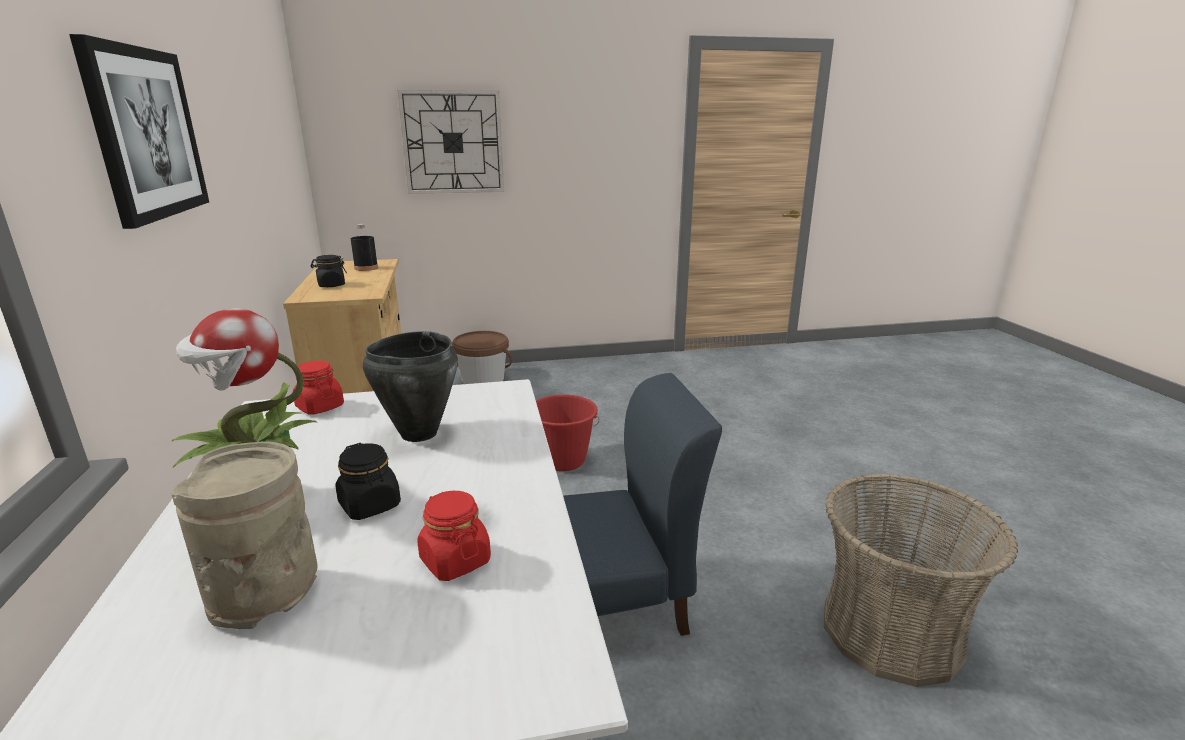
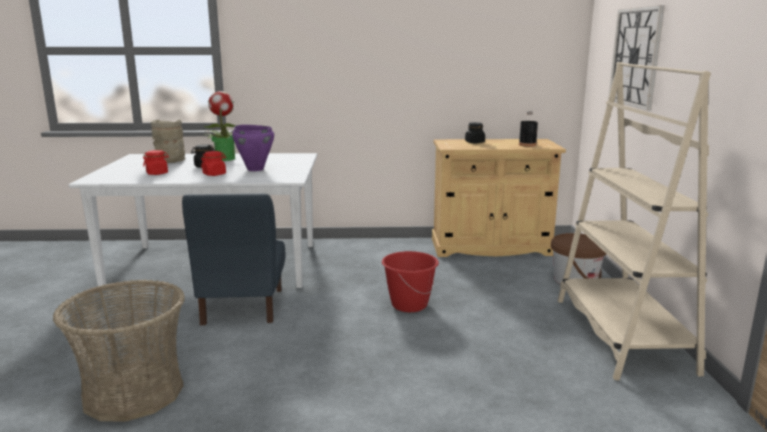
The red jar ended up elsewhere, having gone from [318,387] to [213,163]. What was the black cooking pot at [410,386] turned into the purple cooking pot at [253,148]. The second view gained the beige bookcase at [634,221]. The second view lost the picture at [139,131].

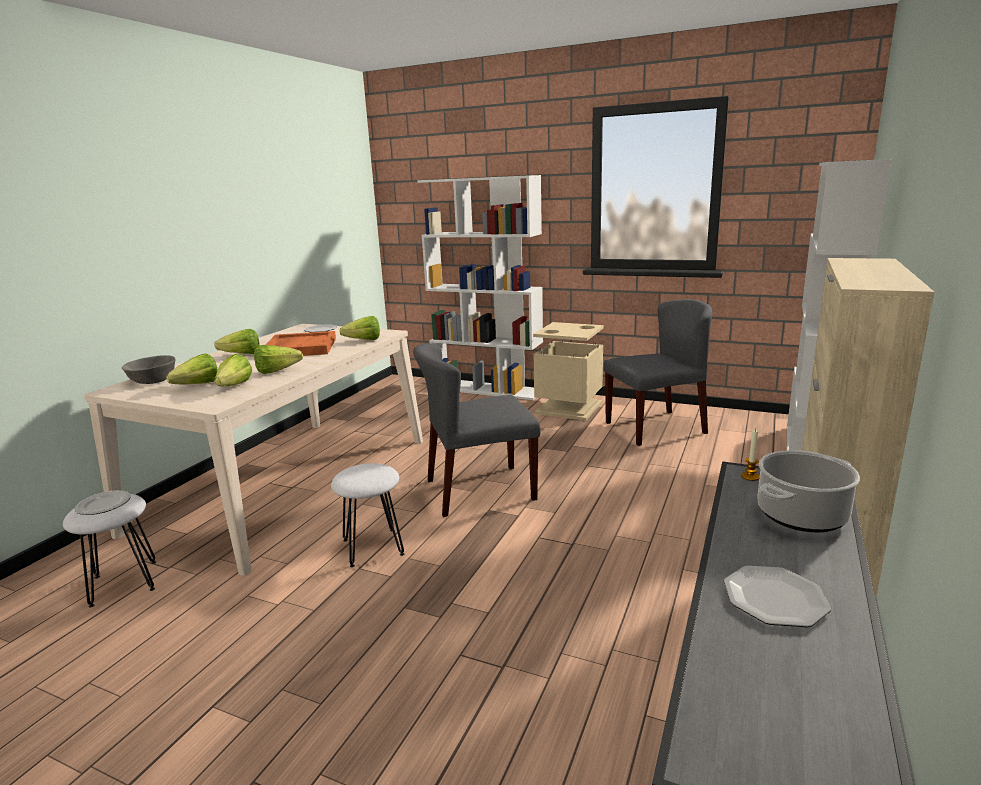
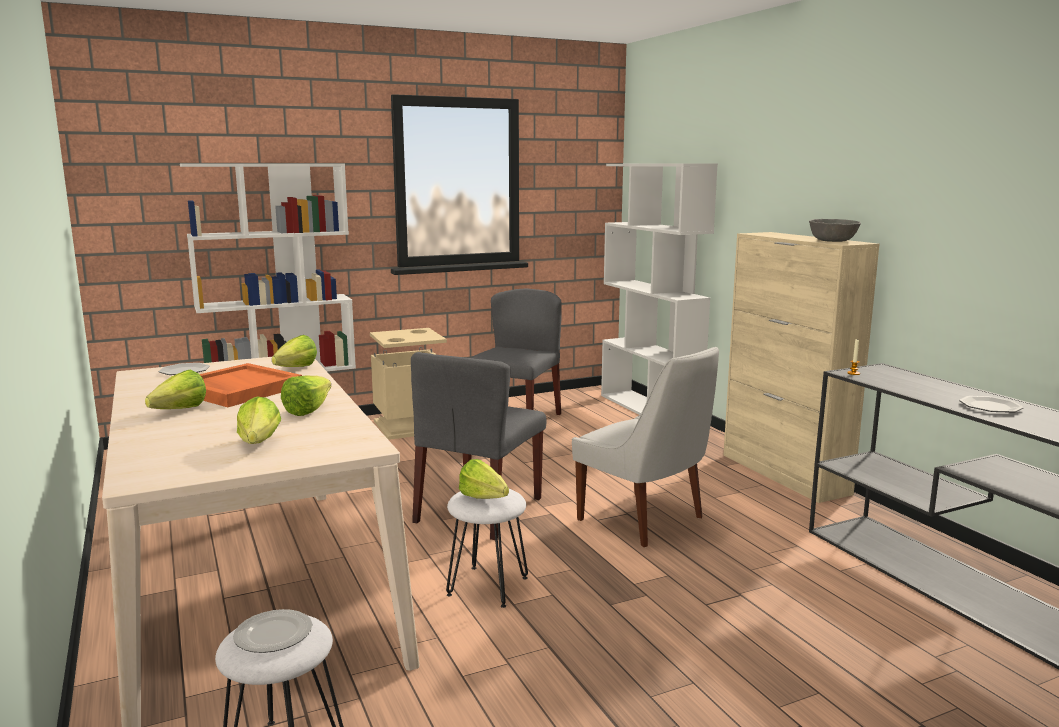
The lettuce ended up elsewhere, having gone from [233,370] to [484,479]. The second view gained the white chair at [645,447]. The grey bowl ended up elsewhere, having gone from [148,369] to [835,230]. The second view lost the cooking pot at [808,491].

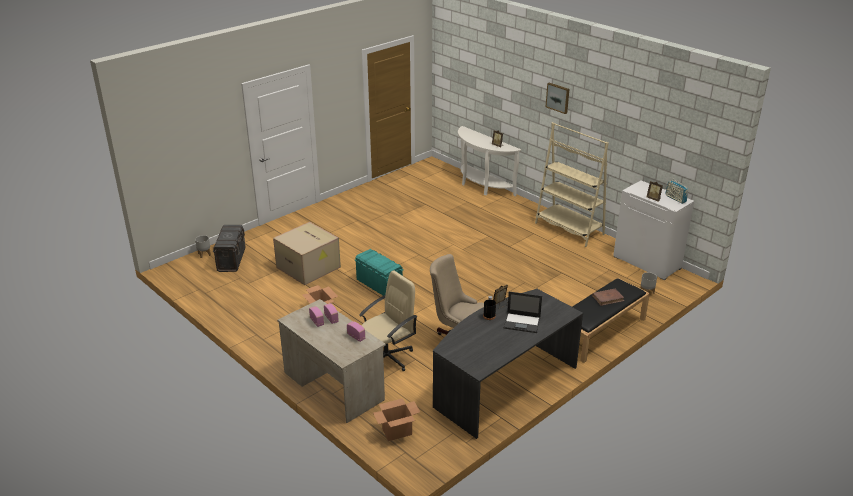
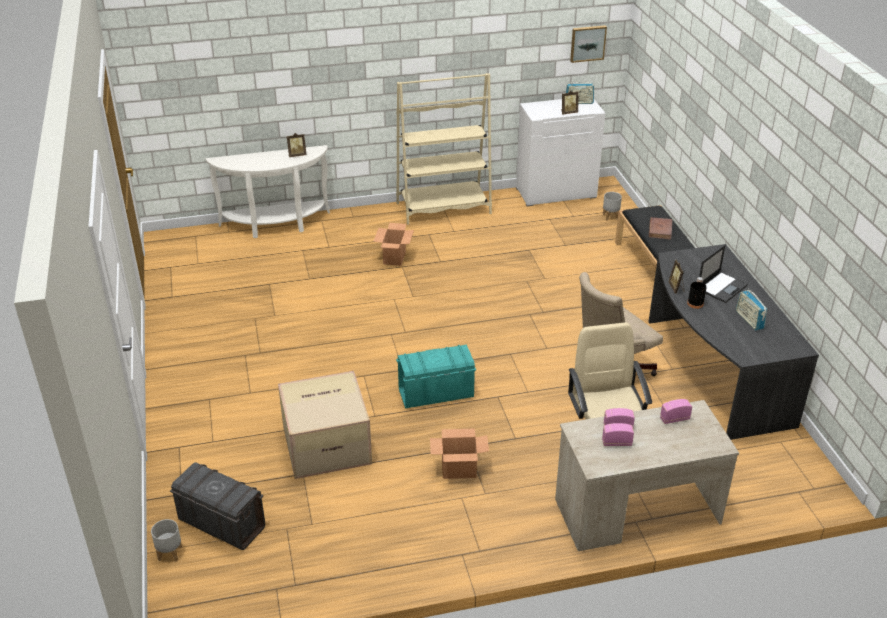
The cardboard box ended up elsewhere, having gone from [396,419] to [393,244]. The picture ended up elsewhere, having gone from [557,98] to [588,44]. The second view gained the radio at [751,309].

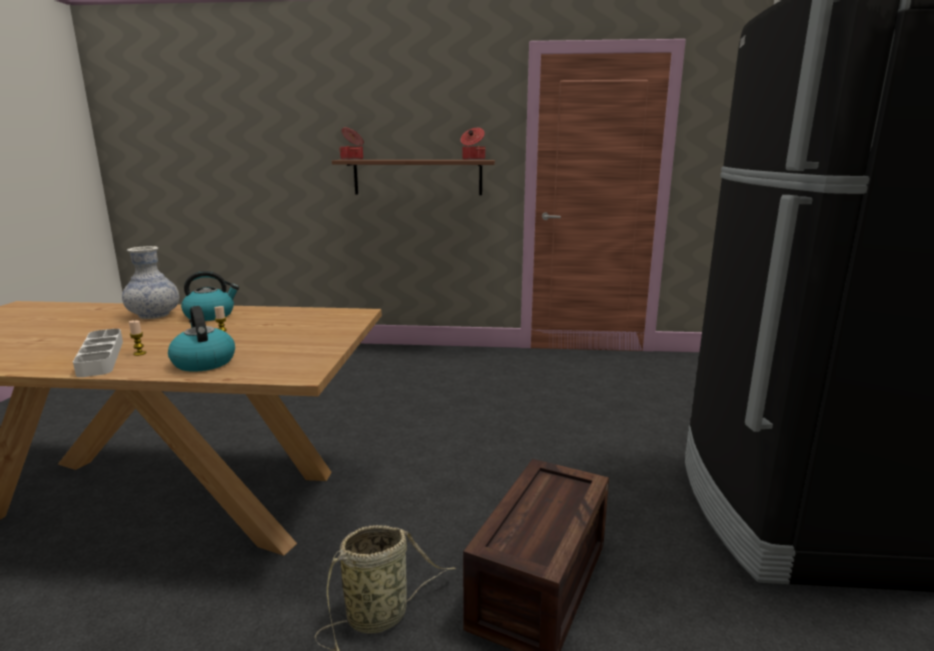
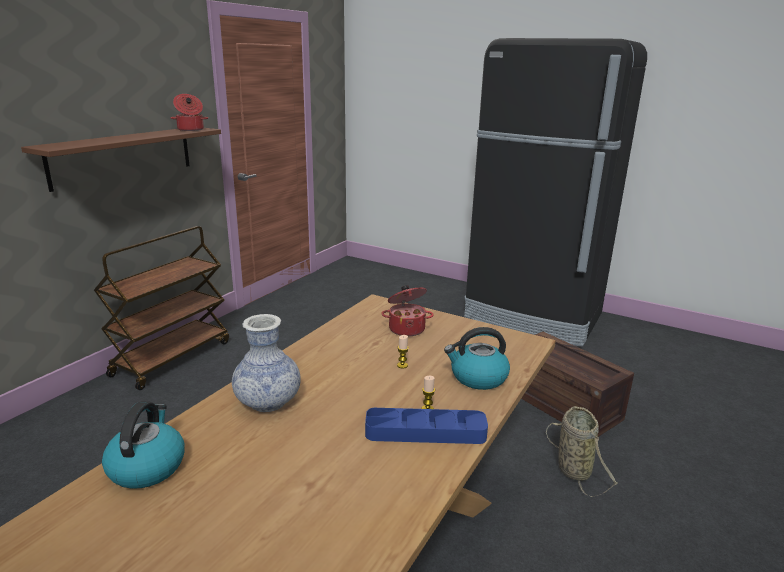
The second view gained the brown cart at [161,308]. The kettle ended up elsewhere, having gone from [210,296] to [143,445]. What was the grey tray at [98,353] turned into the blue tray at [426,426]. The cooking pot ended up elsewhere, having gone from [351,144] to [407,310].

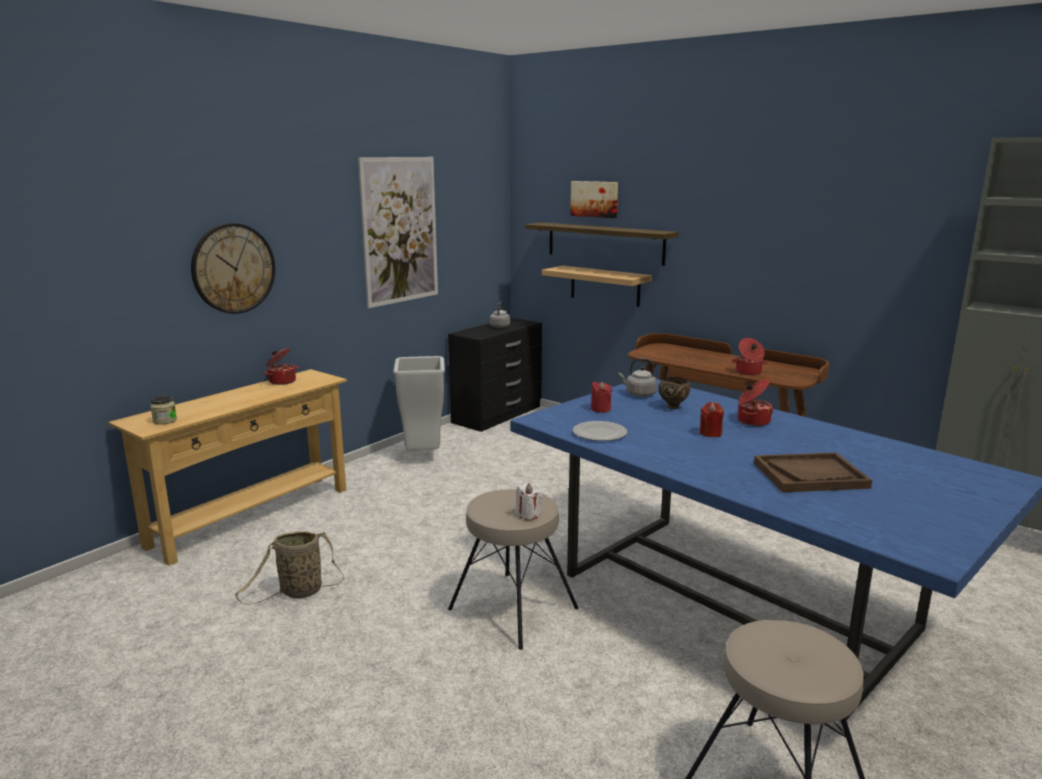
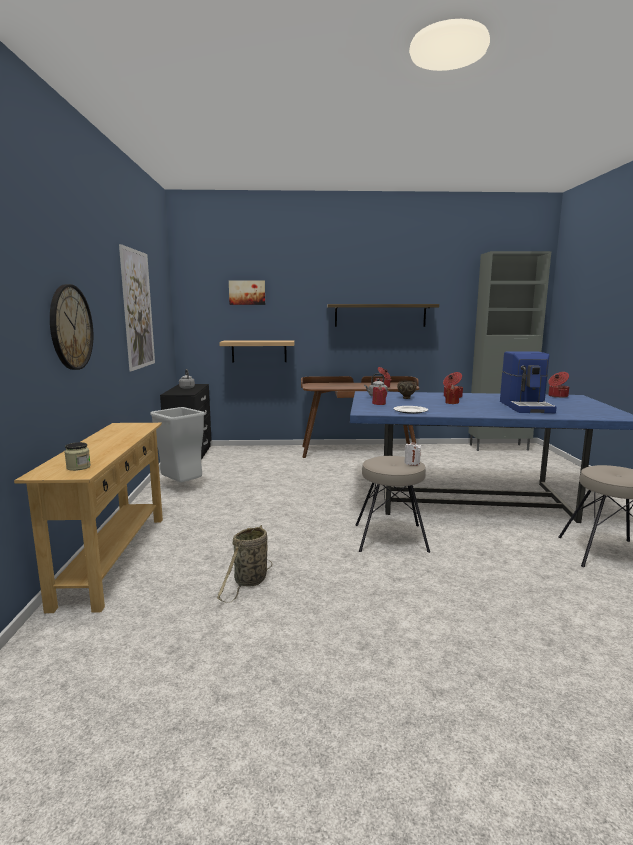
The shelf ended up elsewhere, having gone from [602,244] to [383,315]. Where the brown tray stood at [813,472], the coffee machine came to stand at [528,382]. The cooking pot ended up elsewhere, having gone from [281,366] to [558,385].

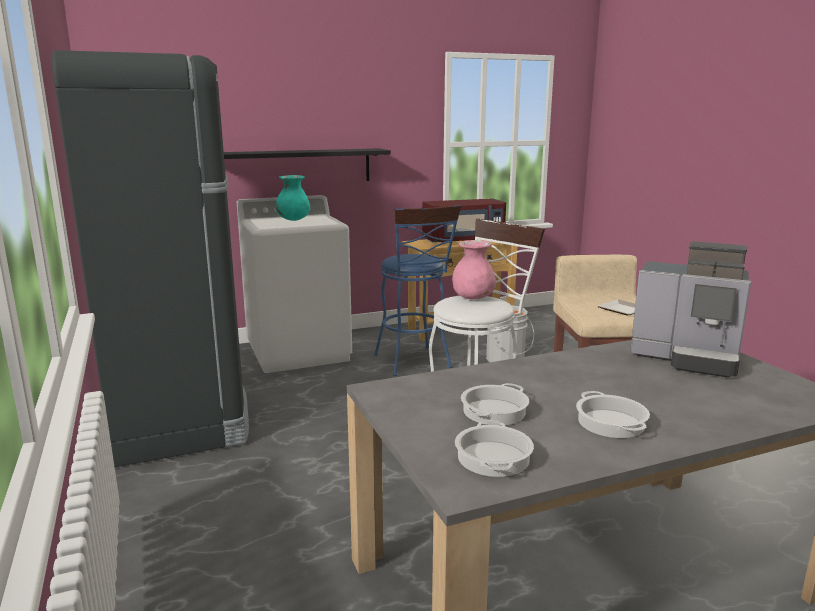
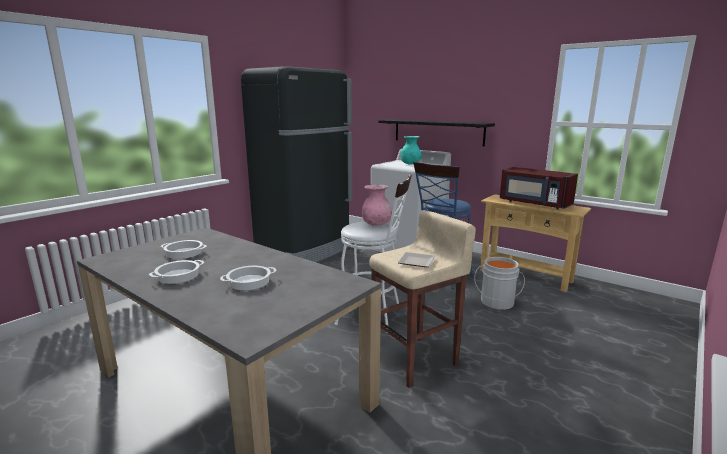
The cooking pot ended up elsewhere, having gone from [494,448] to [248,278]. The second view lost the coffee machine at [690,309].

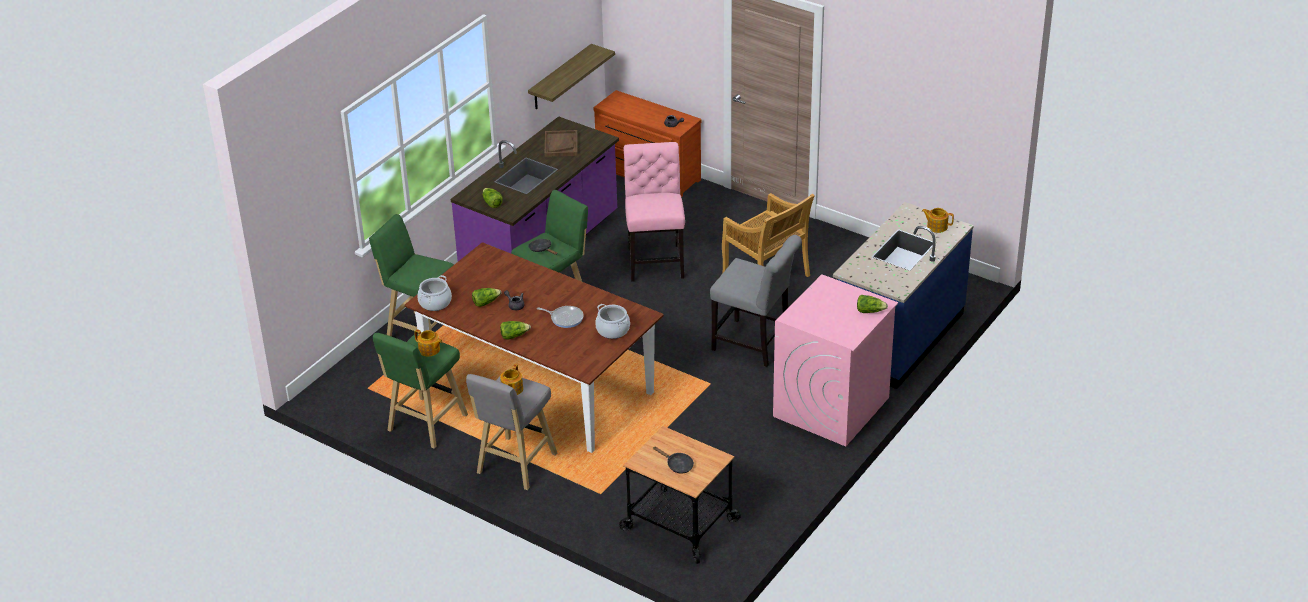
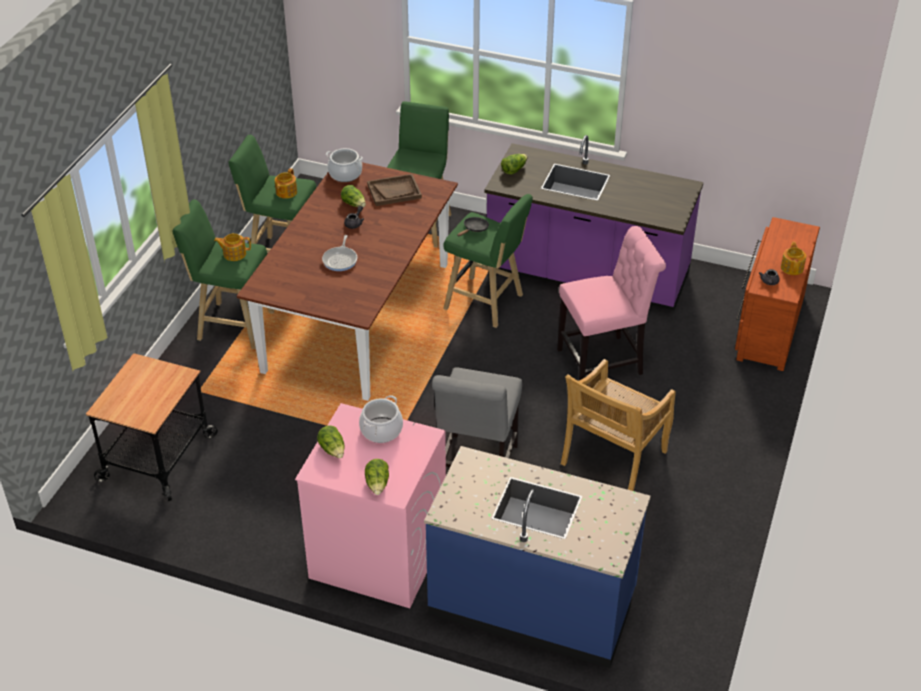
What was the grey stool at [511,432] turned into the green stool at [223,274]. The lettuce ended up elsewhere, having gone from [515,330] to [331,442]. The cooking pot ended up elsewhere, having gone from [612,321] to [381,419]. The brown tray ended up elsewhere, having gone from [561,143] to [394,190]. The teapot ended up elsewhere, having gone from [938,220] to [793,258]. The second view lost the shelf at [571,76]. The second view lost the black frying pan at [673,460].

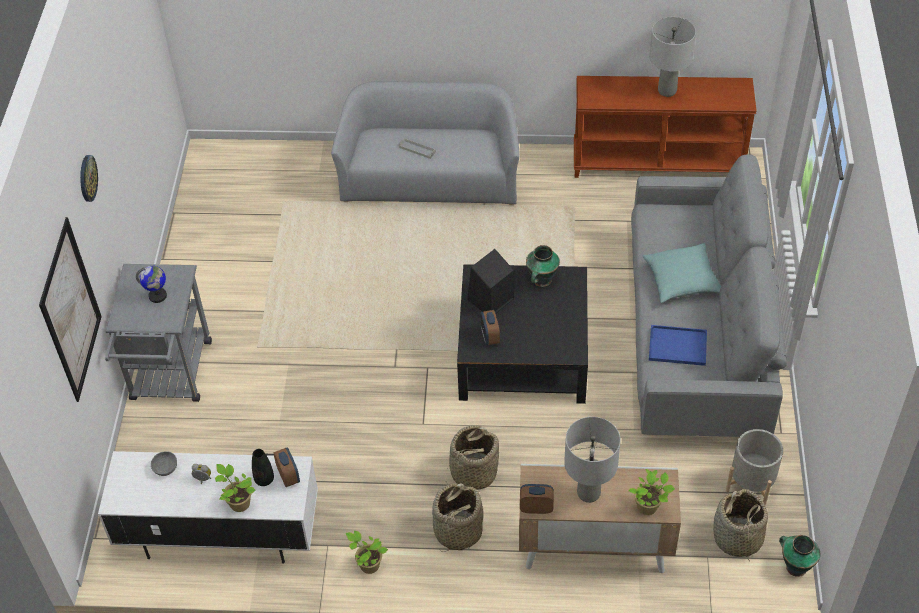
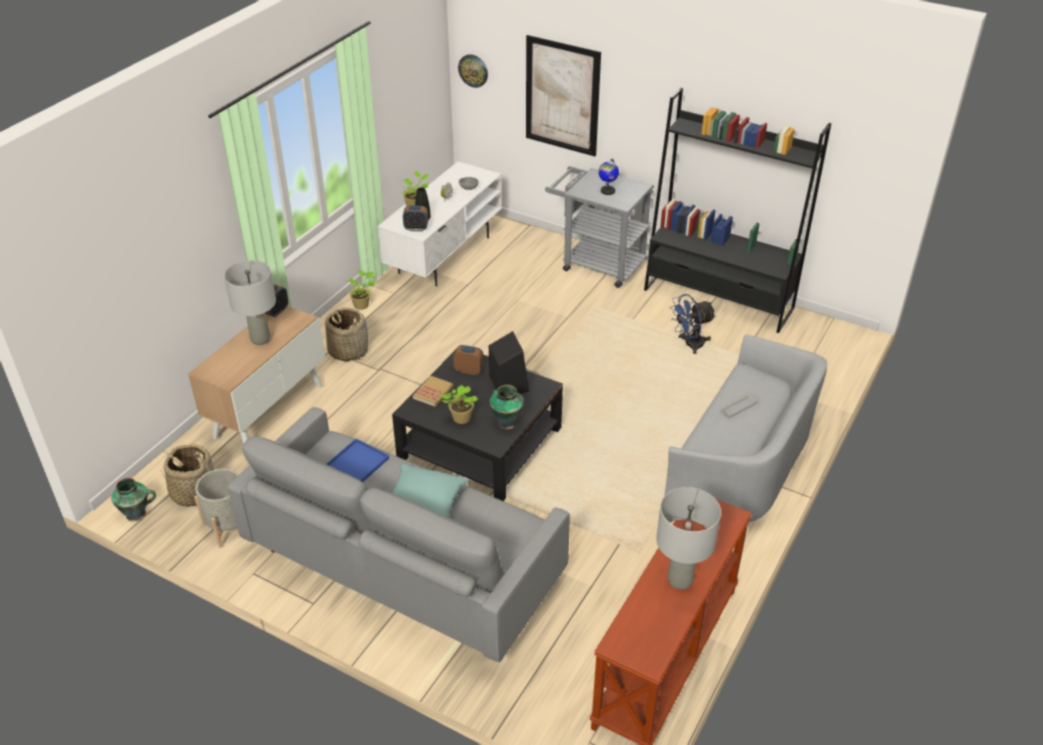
The second view gained the book at [433,391]. The potted plant ended up elsewhere, having gone from [652,492] to [458,404]. The wall clock ended up elsewhere, having gone from [89,178] to [473,71]. The second view gained the black bookcase at [737,210]. The second view gained the blue fan at [693,324]. The second view lost the basket at [473,457].

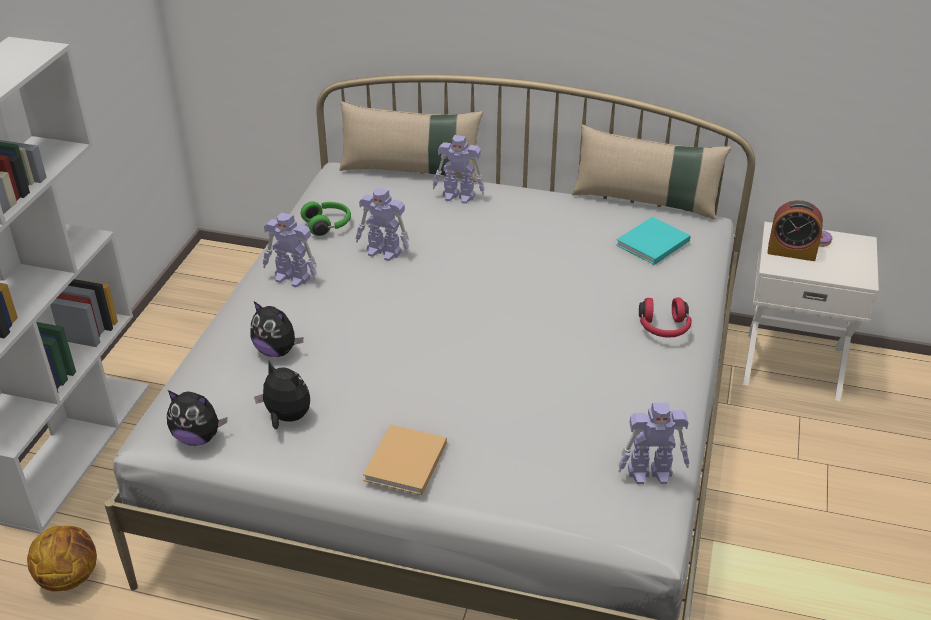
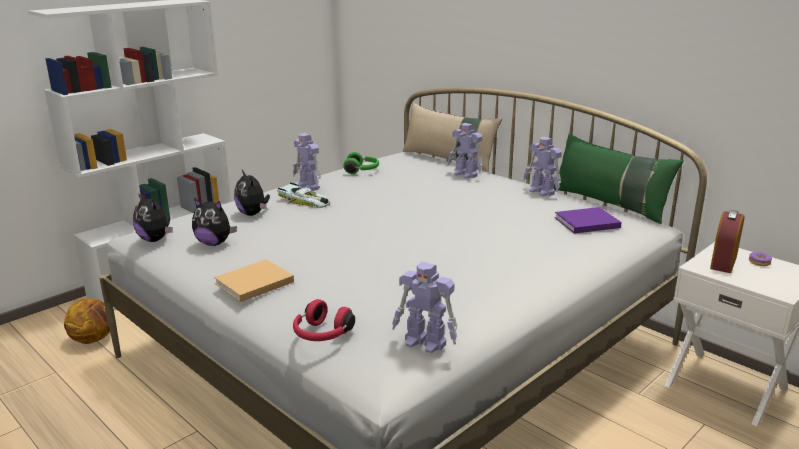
The plush toy at [282,395] ended up facing another way, 135 degrees clockwise from before. The second view gained the toy car at [303,195]. The red headphones ended up elsewhere, having gone from [665,318] to [324,320]. The toy robot ended up elsewhere, having gone from [382,224] to [542,166]. What was the beige pillow at [651,171] turned into the green pillow at [619,178]. What was the turquoise book at [653,241] turned into the purple book at [588,220]. The alarm clock at [795,230] ended up facing another way, 75 degrees clockwise from before.

